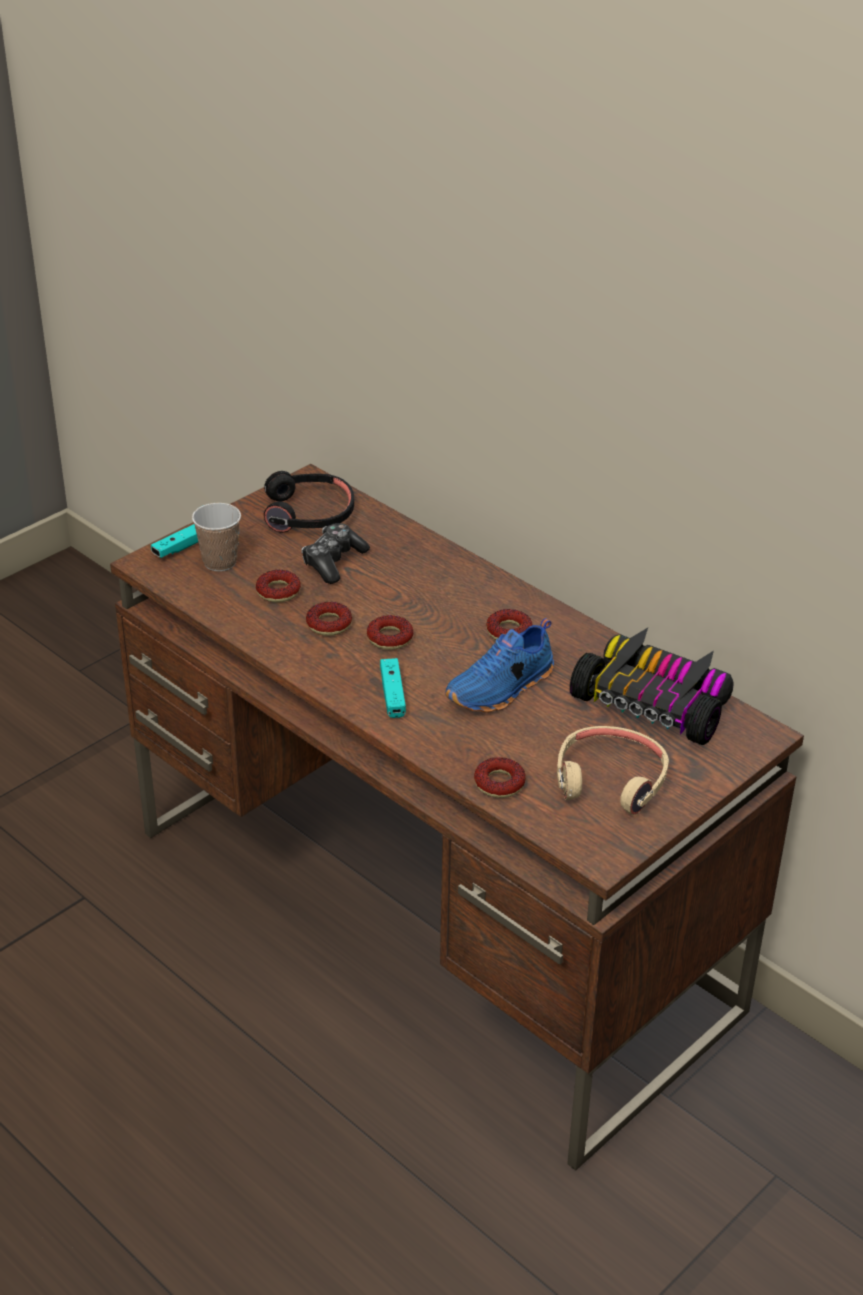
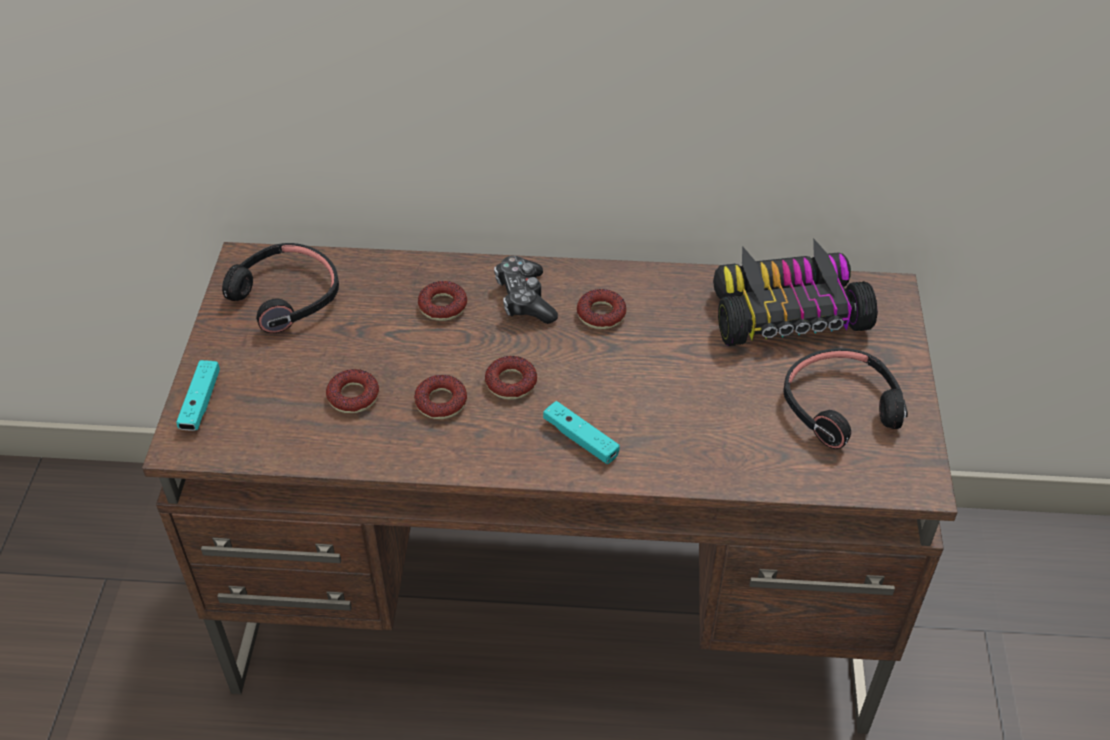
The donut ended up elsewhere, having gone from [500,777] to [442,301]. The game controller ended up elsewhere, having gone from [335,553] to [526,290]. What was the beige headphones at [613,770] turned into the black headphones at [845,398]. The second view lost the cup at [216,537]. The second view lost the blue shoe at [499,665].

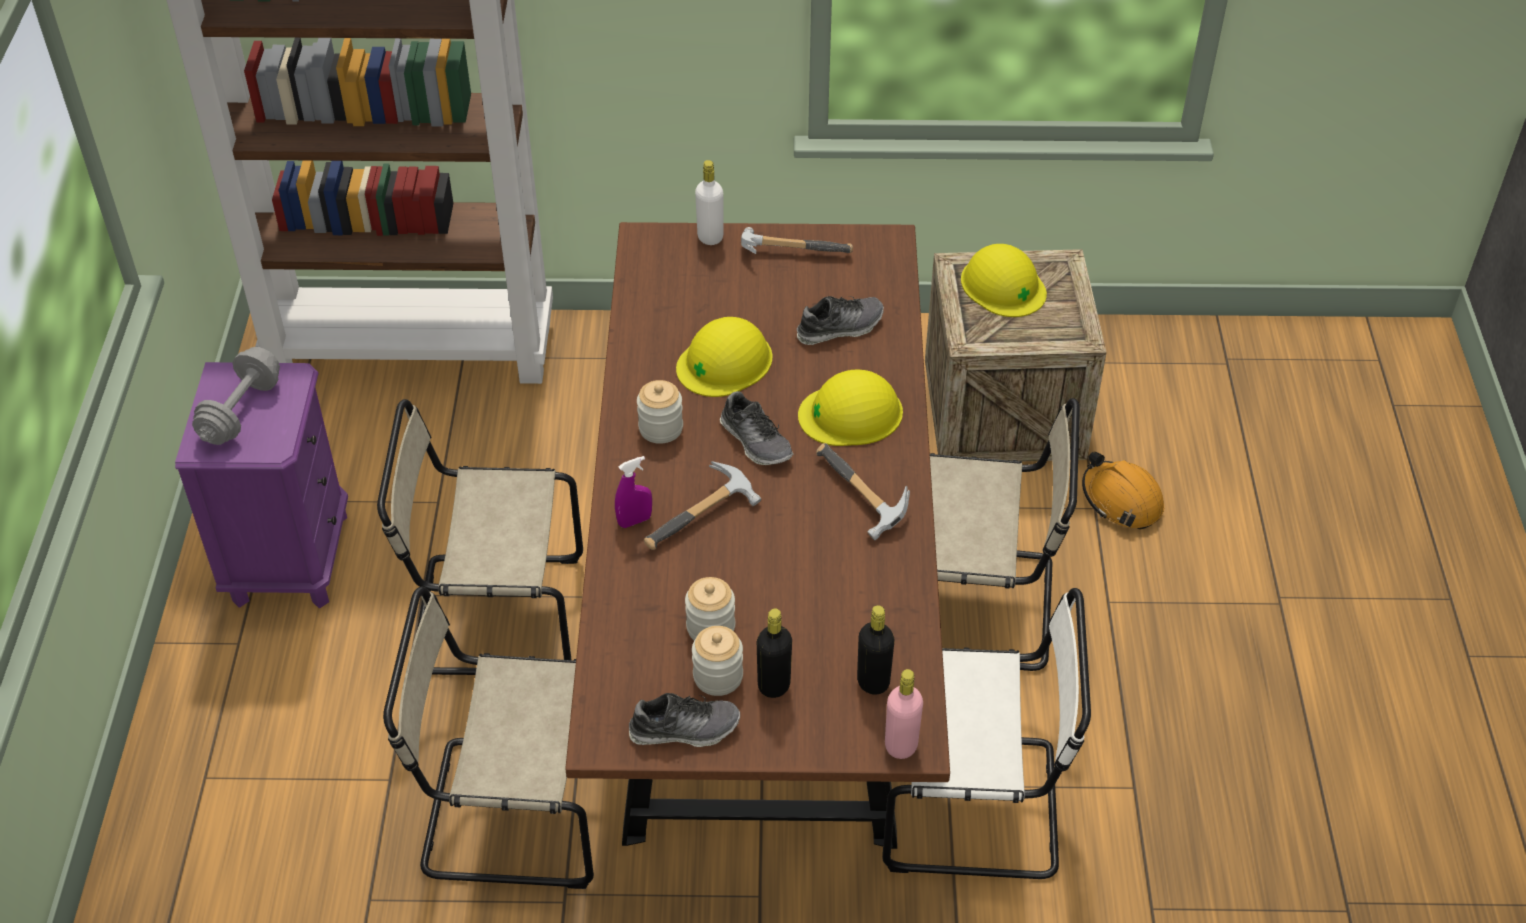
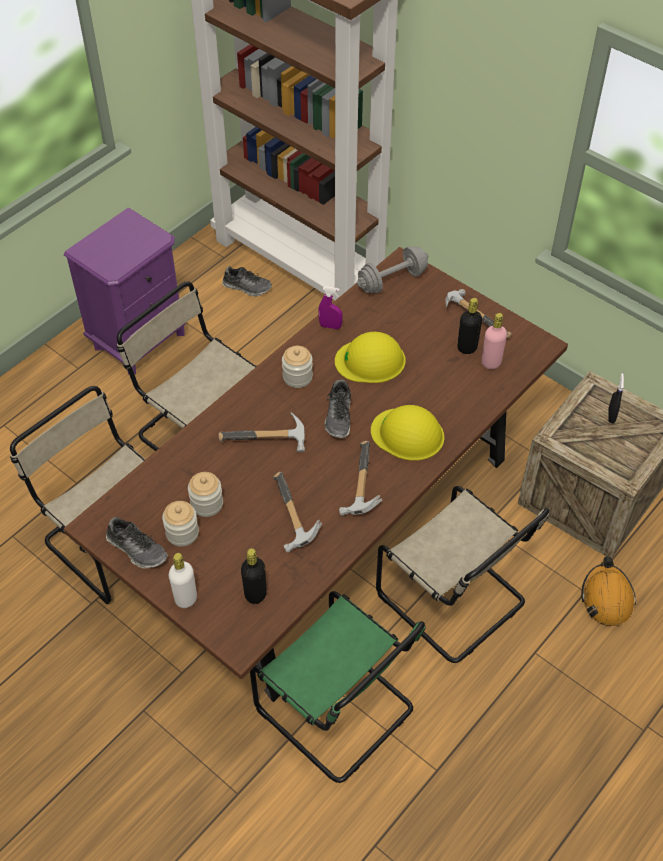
The white bottle ended up elsewhere, having gone from [709,202] to [183,580]. The shoe ended up elsewhere, having gone from [840,320] to [247,281]. What was the white chair at [986,733] turned into the green chair at [337,687]. The second view gained the hammer at [297,512]. The purple spray bottle ended up elsewhere, having gone from [633,492] to [330,307]. The grey dumbbell ended up elsewhere, having gone from [236,396] to [392,269]. The black bottle ended up elsewhere, having gone from [774,653] to [469,326]. The pink bottle ended up elsewhere, having gone from [904,714] to [494,341]. Where the yellow hard hat stood at [1004,280], the black spray bottle came to stand at [616,398].

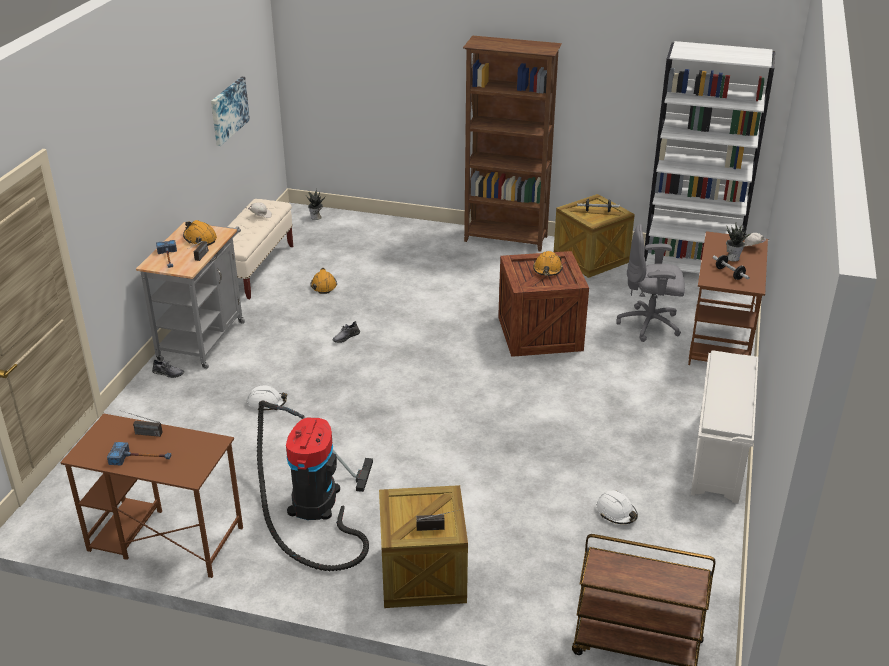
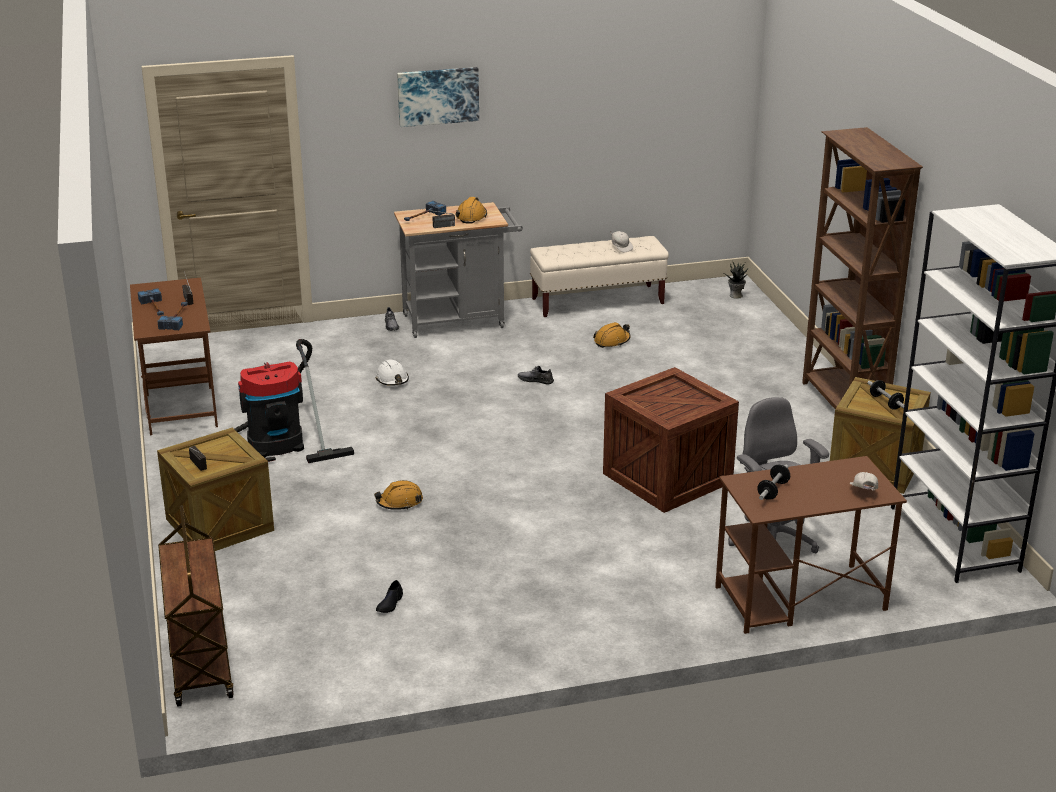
The second view gained the hammer at [172,316]. The orange hard hat ended up elsewhere, having gone from [548,263] to [398,495]. Where the white hard hat stood at [617,507], the black shoe came to stand at [389,596]. The picture ended up elsewhere, having gone from [230,111] to [438,97]. The second view lost the white shoe rack at [724,426]. The second view lost the potted plant at [739,242].

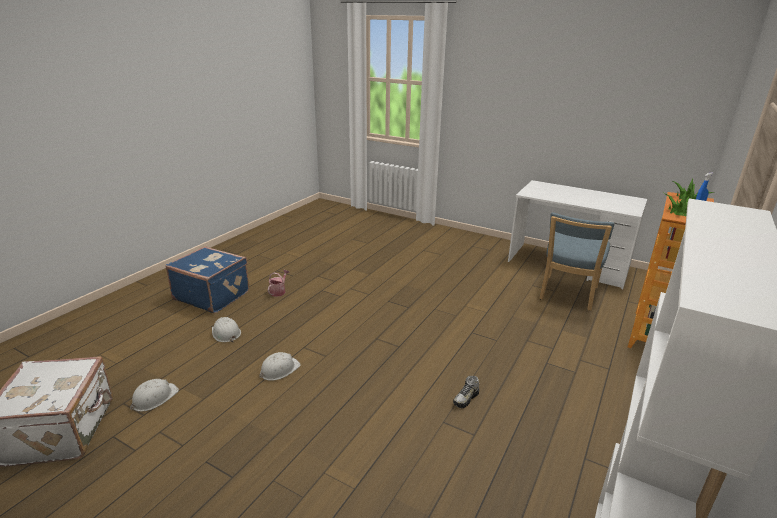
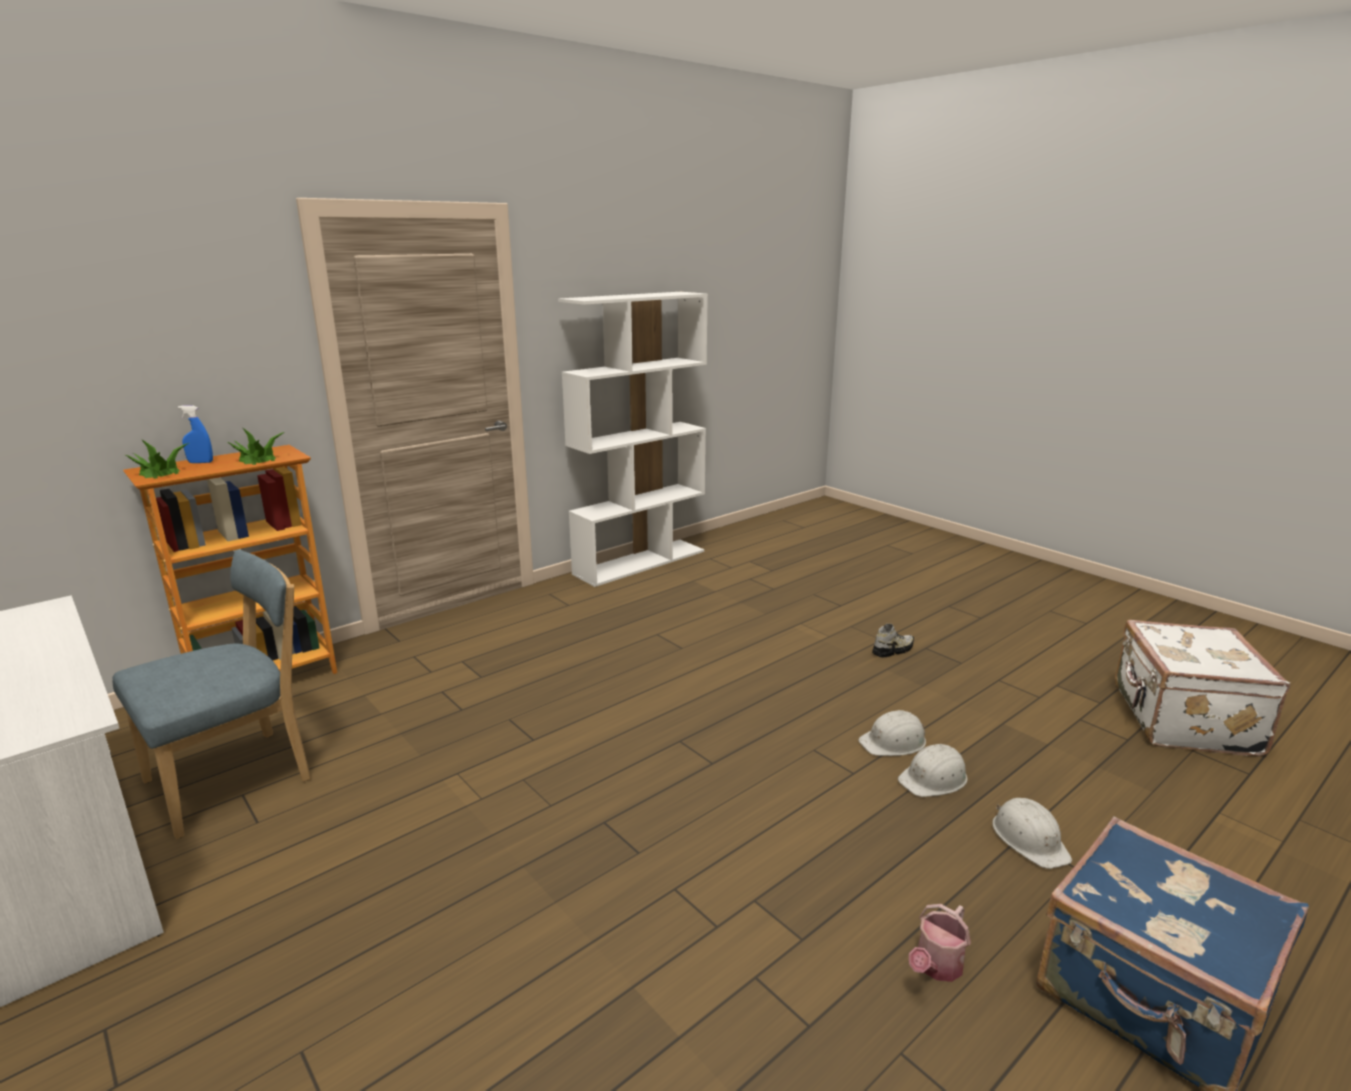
The shoe ended up elsewhere, having gone from [466,392] to [893,641]. The white hard hat ended up elsewhere, having gone from [154,395] to [932,770].

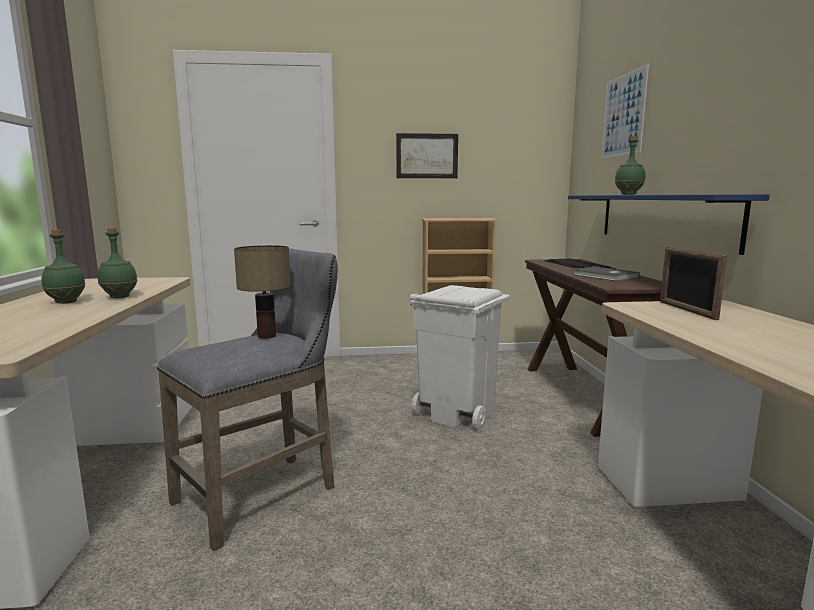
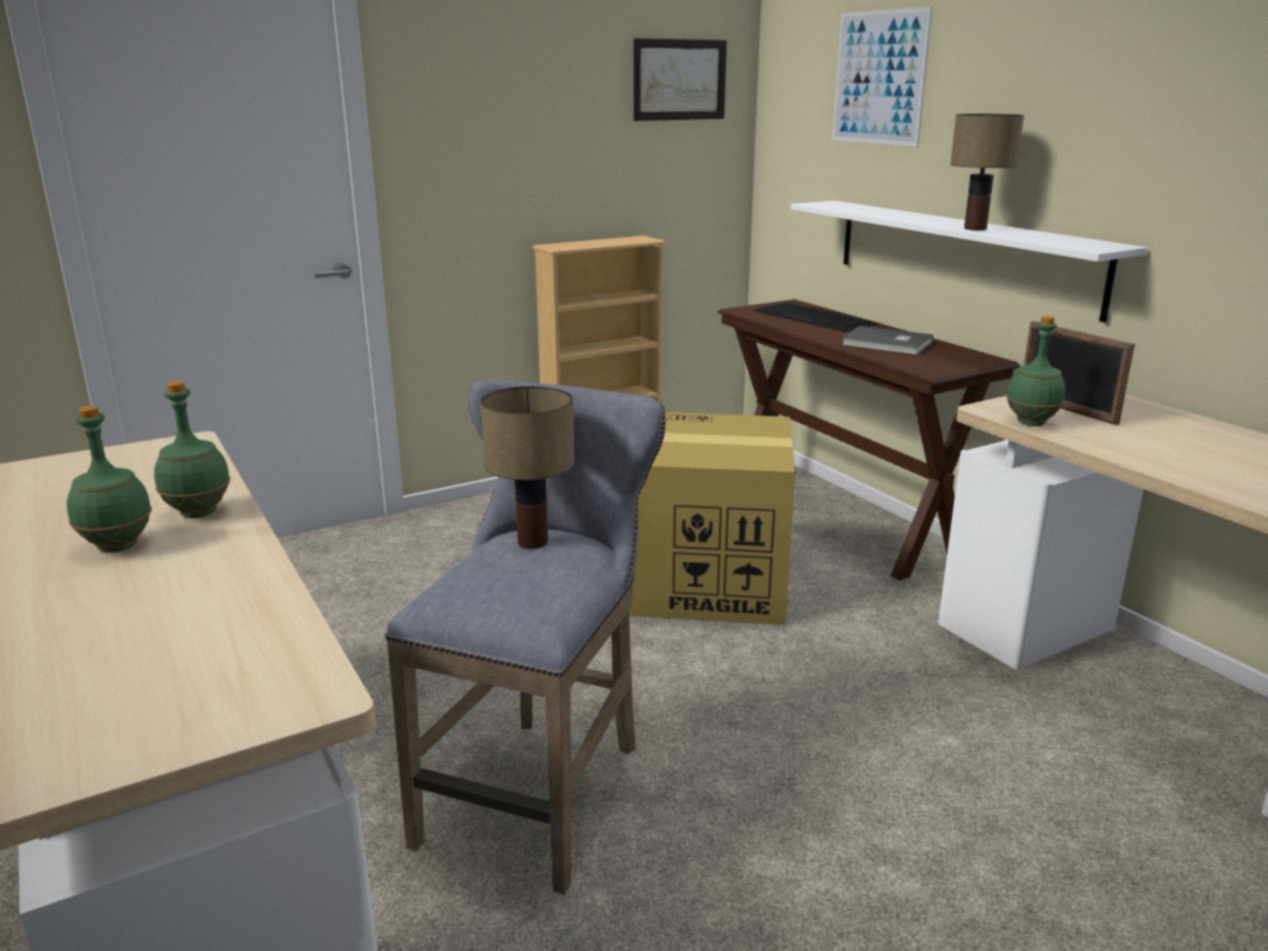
Where the white trash can stood at [460,357], the cardboard box came to stand at [712,518]. The picture ended up elsewhere, having gone from [427,155] to [680,79]. What was the blue shelf at [668,224] turned into the white shelf at [969,261]. The second view gained the table lamp at [987,172]. The green bottle ended up elsewhere, having gone from [630,165] to [1035,371].

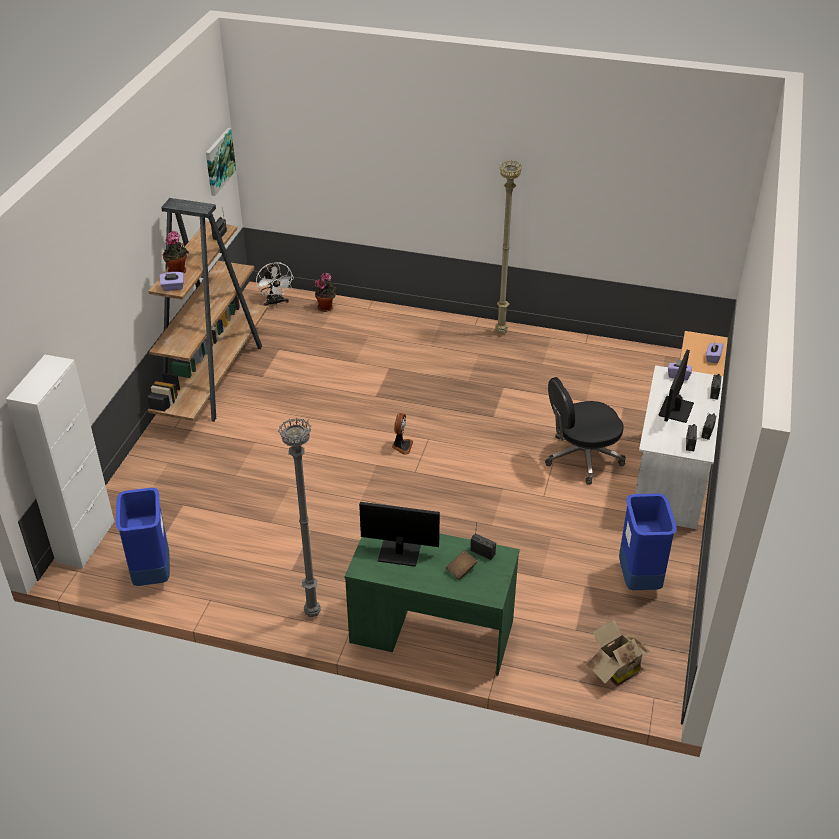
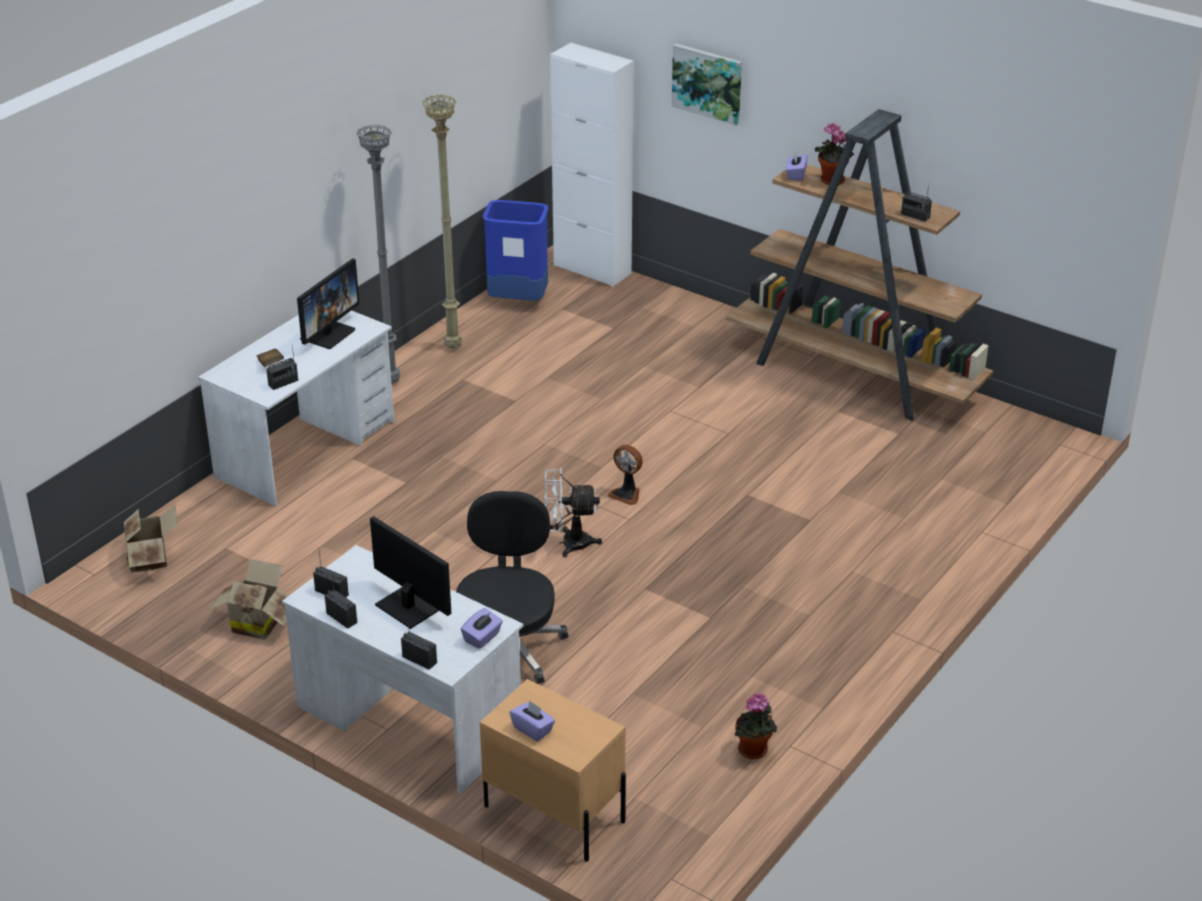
What was the green desk at [432,604] turned into the white desk at [296,408]. Where the blue trash can stood at [648,541], the cardboard box came to stand at [248,599]. The beige floor lamp ended up elsewhere, having gone from [509,247] to [442,221]. The white fan ended up elsewhere, having gone from [275,284] to [573,512]. The picture ended up elsewhere, having gone from [221,162] to [707,84]. The potted plant ended up elsewhere, having gone from [324,292] to [755,726].

